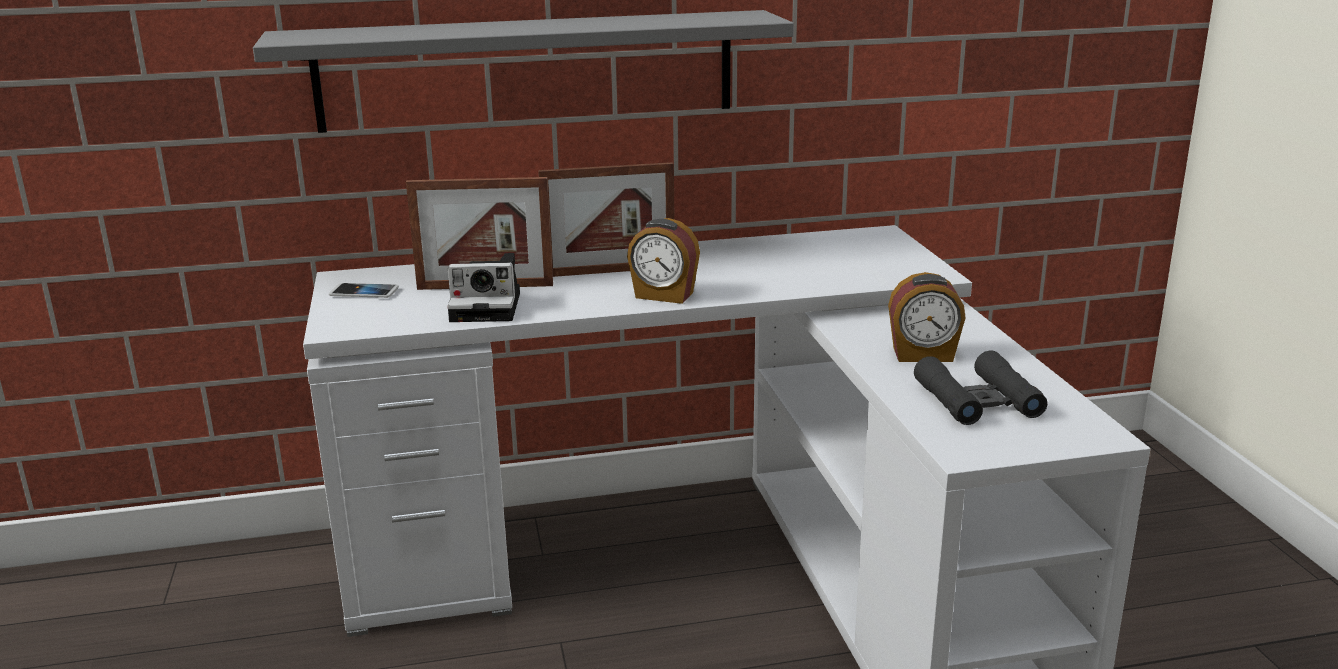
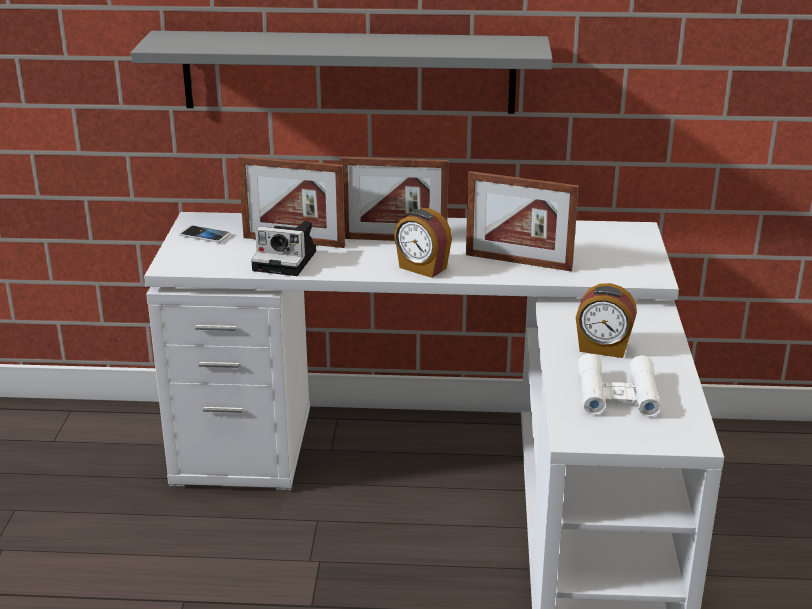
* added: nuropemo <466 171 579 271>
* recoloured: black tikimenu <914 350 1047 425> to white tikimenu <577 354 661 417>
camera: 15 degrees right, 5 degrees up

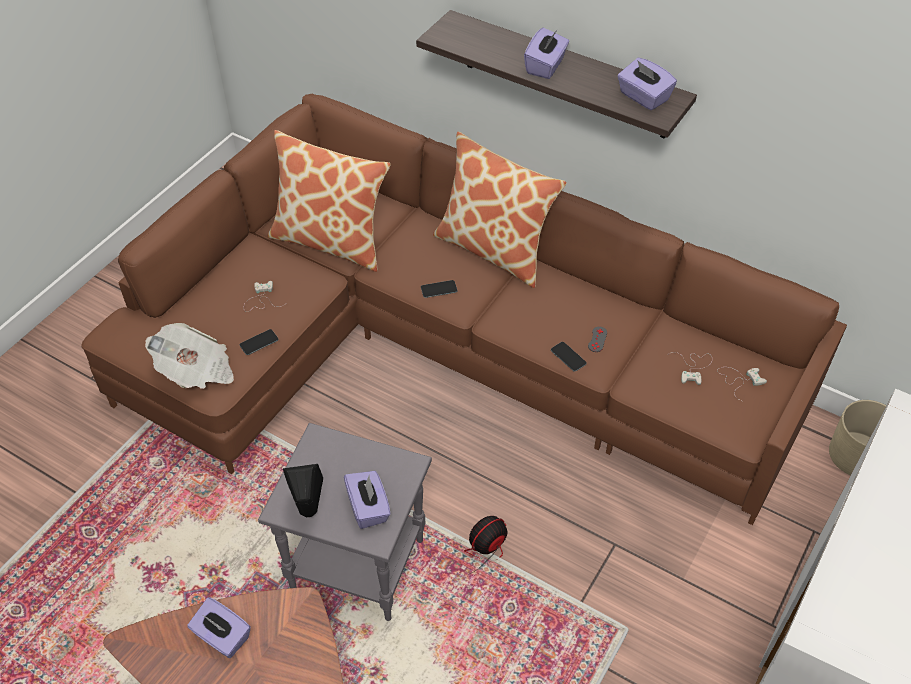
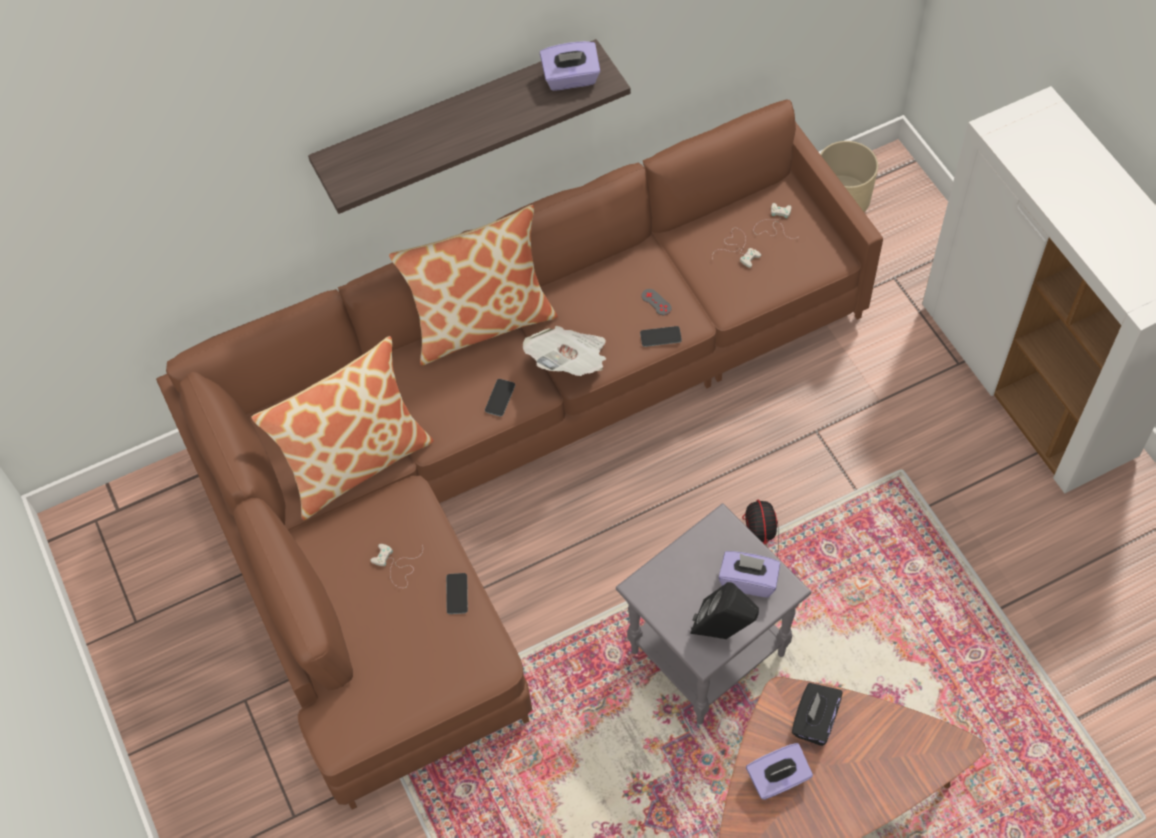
* removed: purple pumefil <524 27 569 79>
* added: black pumefil <792 683 843 746>
* moved: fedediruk <145 323 234 389> to <523 326 606 376>
camera: 55 degrees left, 10 degrees up

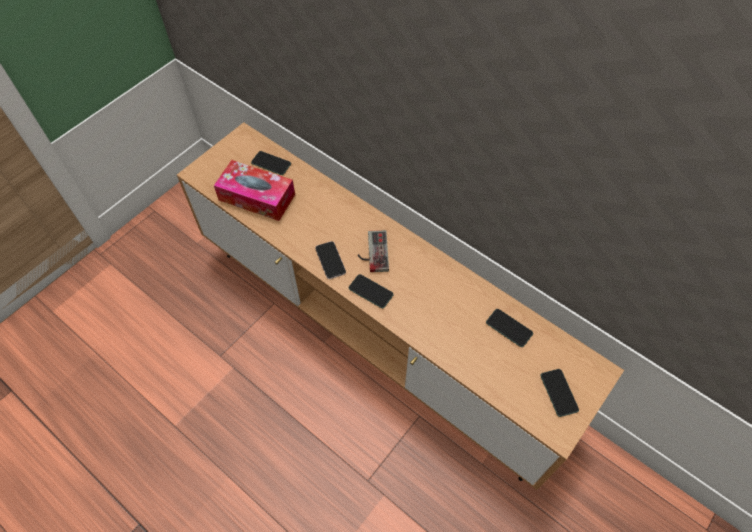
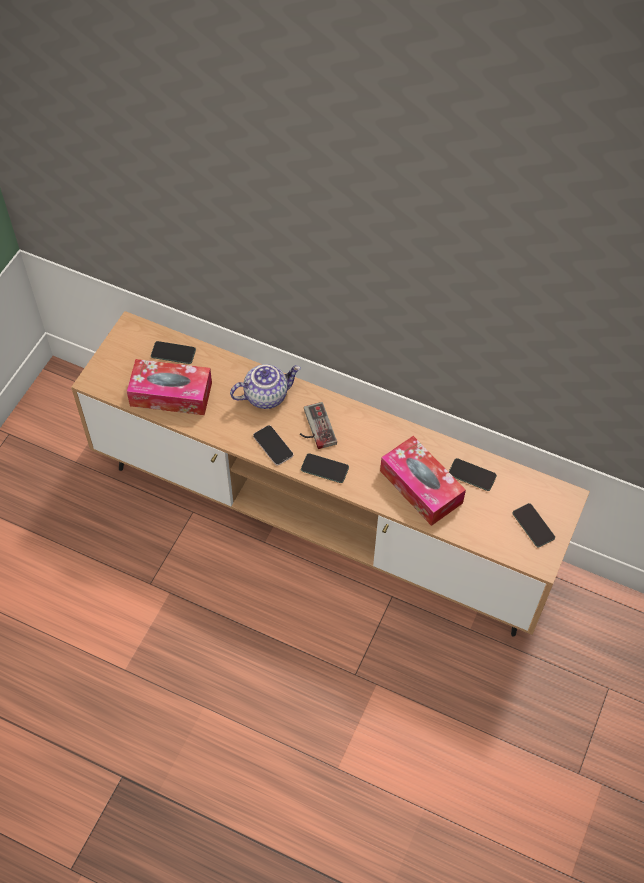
* added: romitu <230 364 301 409>
* added: pumefil <380 436 466 526>
camera: 15 degrees left, 0 degrees up

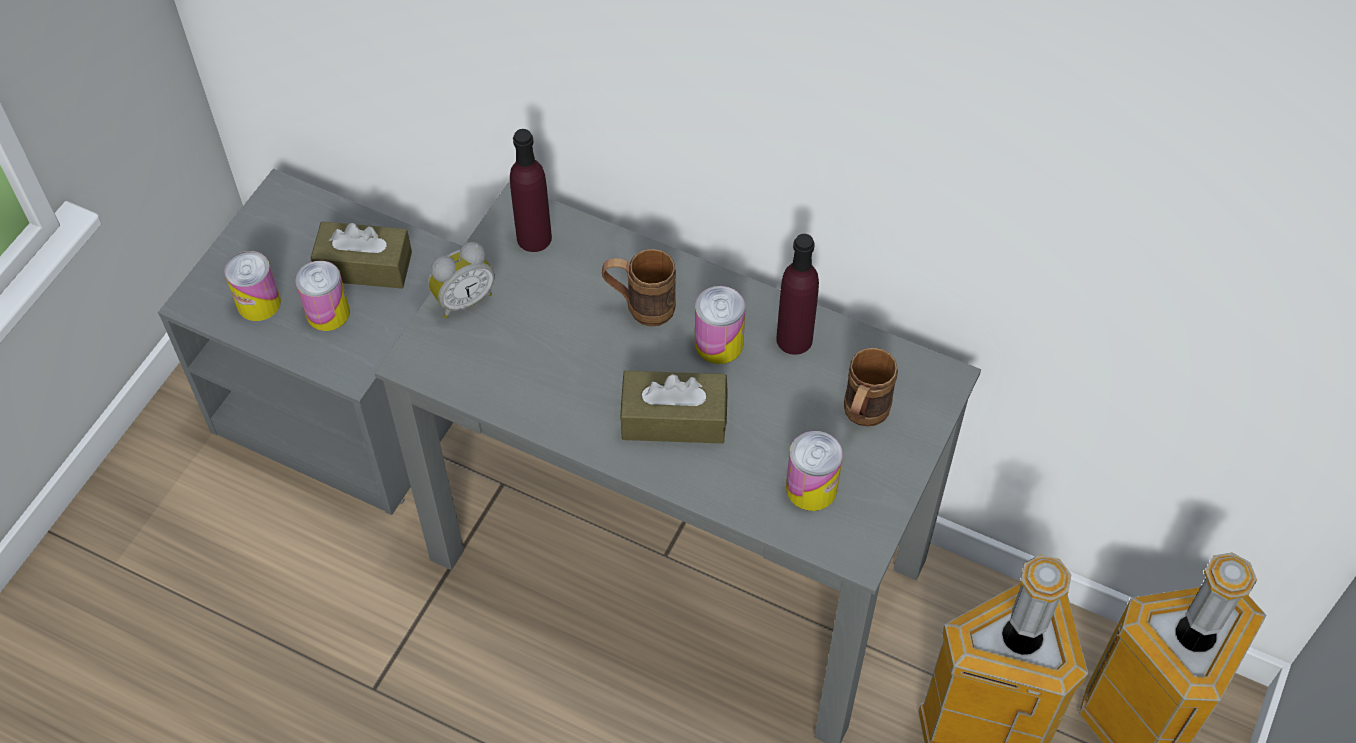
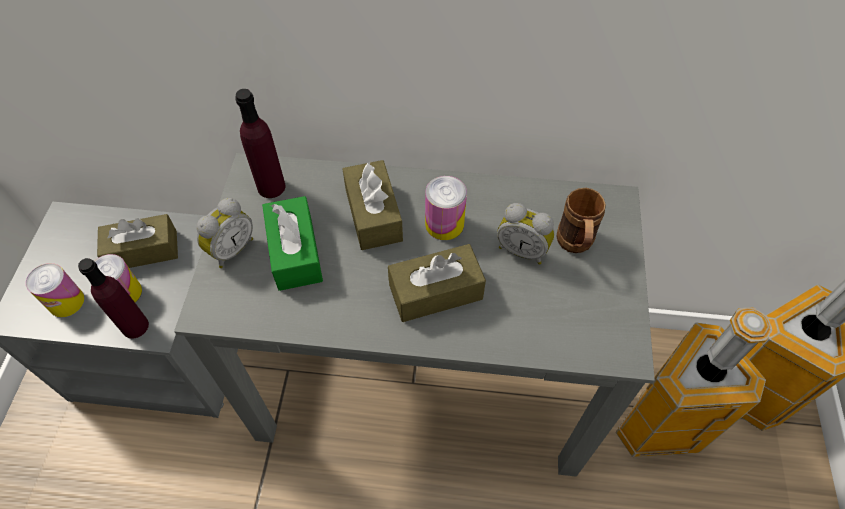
* removed: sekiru <786 431 843 511>
* added: green pumefil <262 196 323 291>
* added: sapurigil <497 203 555 265>
* moved: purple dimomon <776 234 819 355> to <78 258 149 338>
* replaced: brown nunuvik <602 249 676 327> to brown pumefil <343 160 403 250>
camera: 20 degrees left, 0 degrees up

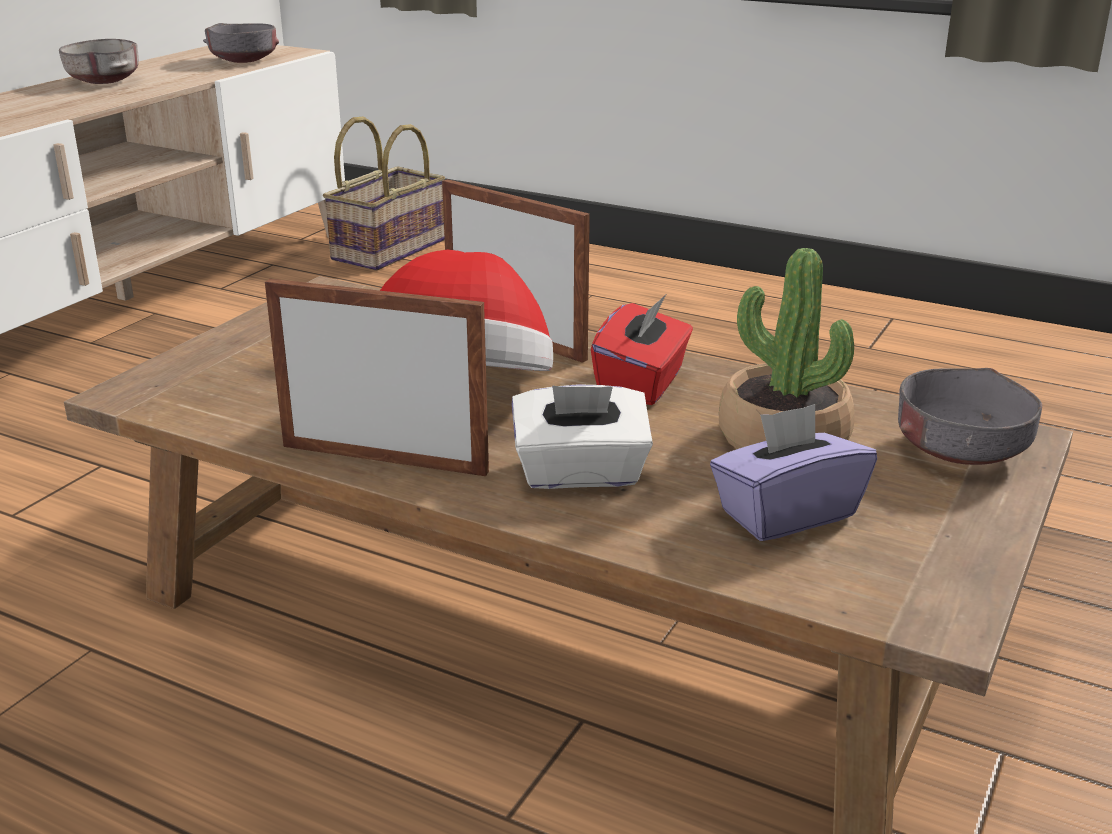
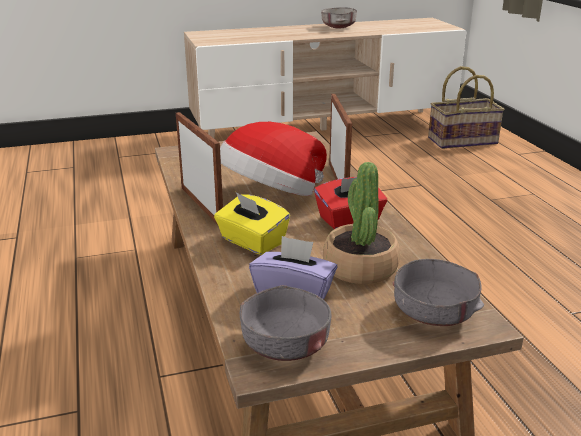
* moved: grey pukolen <203 23 279 63> to <240 285 331 361>
* recoloured: white pumefil <512 384 653 489> to yellow pumefil <214 192 290 255>
camera: 45 degrees right, 0 degrees up

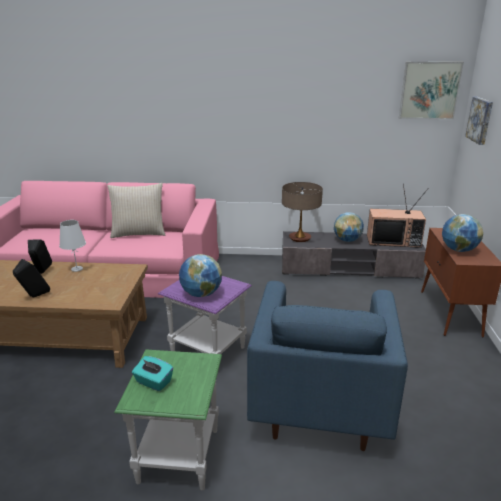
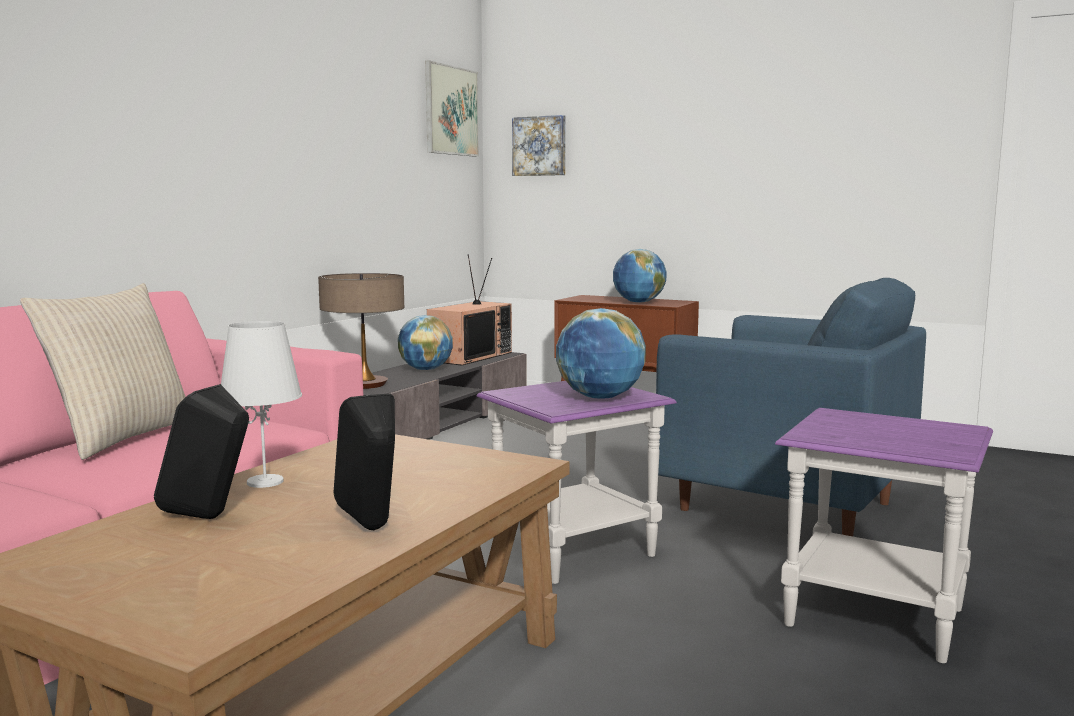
* removed: turquoise pumefil <132 356 173 391>
* recoloured: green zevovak <114 350 222 490> to purple zevovak <775 408 993 663>
camera: 65 degrees left, 15 degrees down

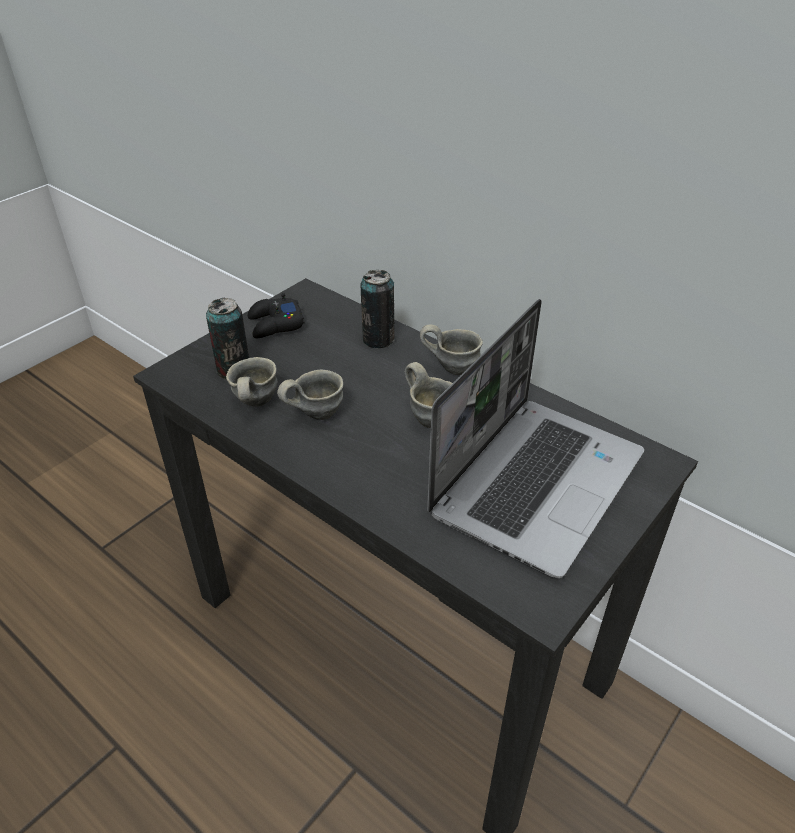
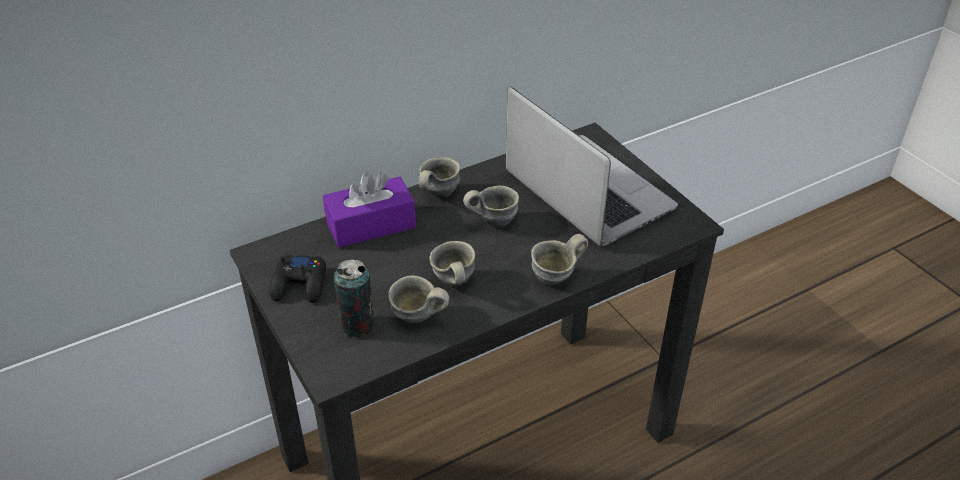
* added: grey nunuvik <531 234 588 285>
* replaced: sekiru <360 270 395 349> to purple pumefil <323 171 416 248>
camera: 70 degrees left, 0 degrees up

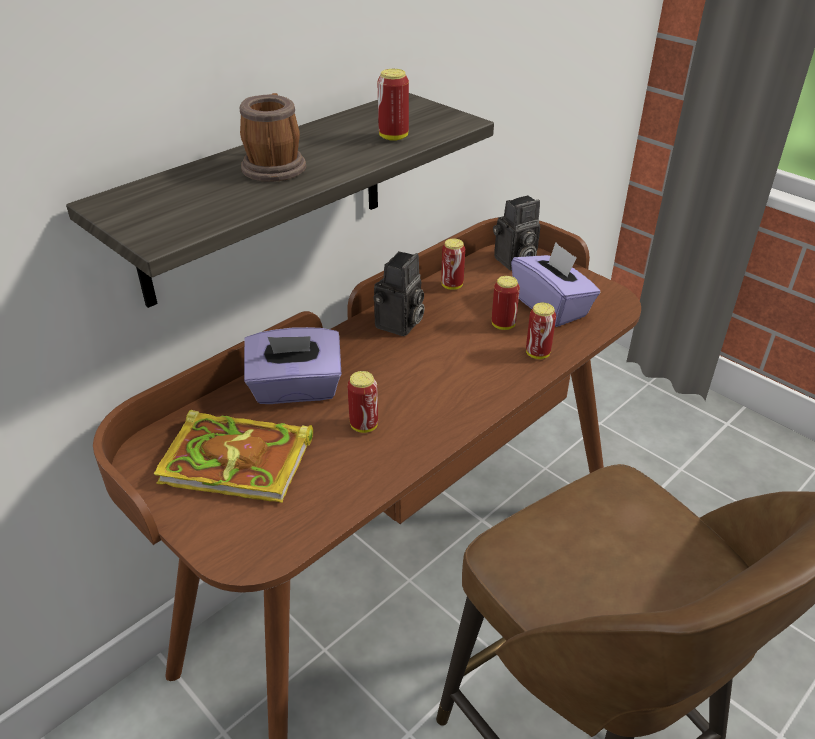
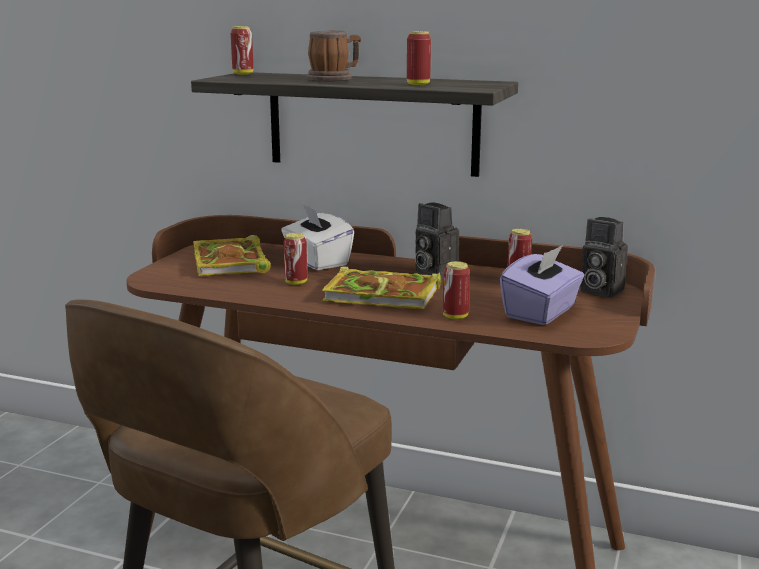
* added: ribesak <322 266 441 309>
* moved: sekiru <492 276 520 330> to <231 26 253 75>
* recoloured: purple pumefil <244 327 341 404> to white pumefil <281 204 354 270>
* turned: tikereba <373 251 425 336> = <415 202 459 278> 45 degrees clockwise
camera: 65 degrees right, 20 degrees down

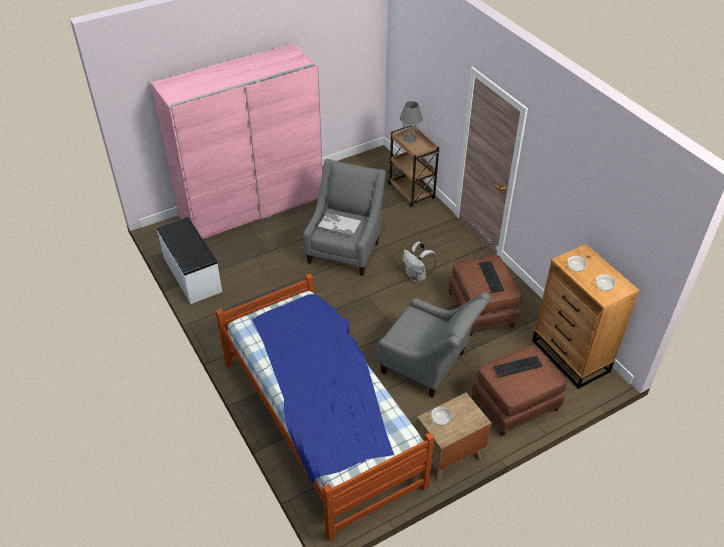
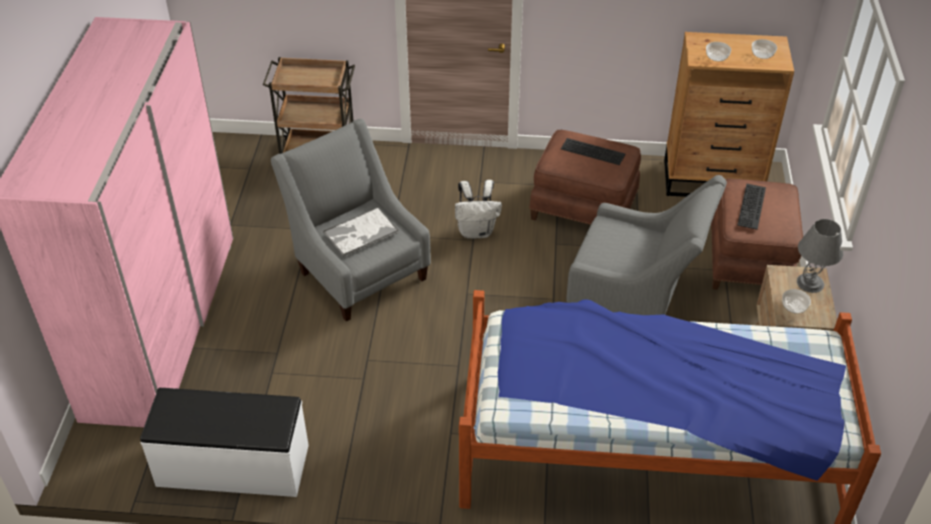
* moved: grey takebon <400 101 423 143> to <797 219 844 293>
* turned: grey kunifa <378 292 491 398> = <566 175 727 315> 45 degrees clockwise
camera: 55 degrees left, 0 degrees up

